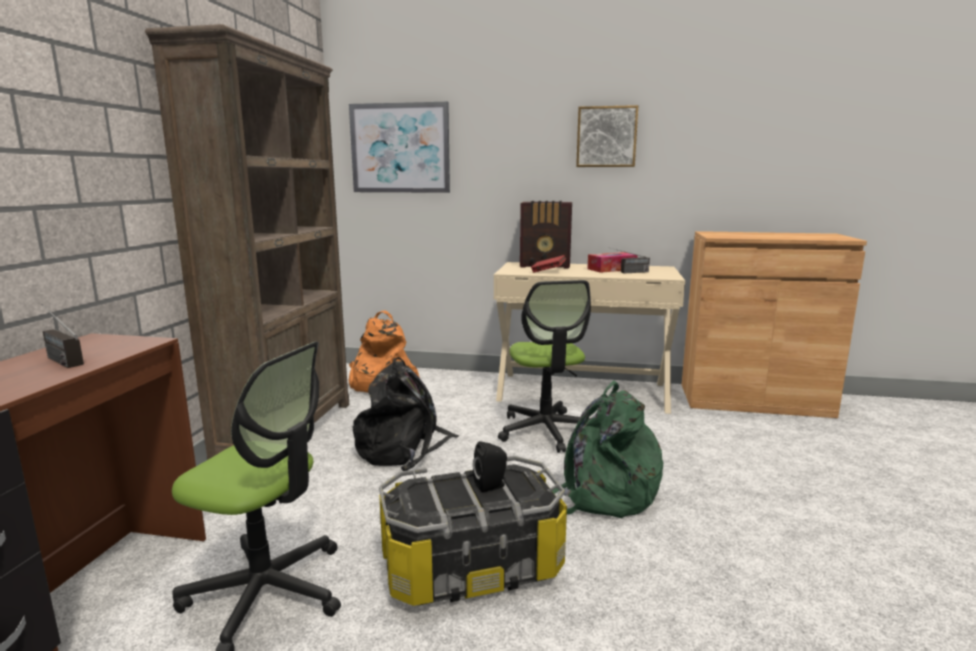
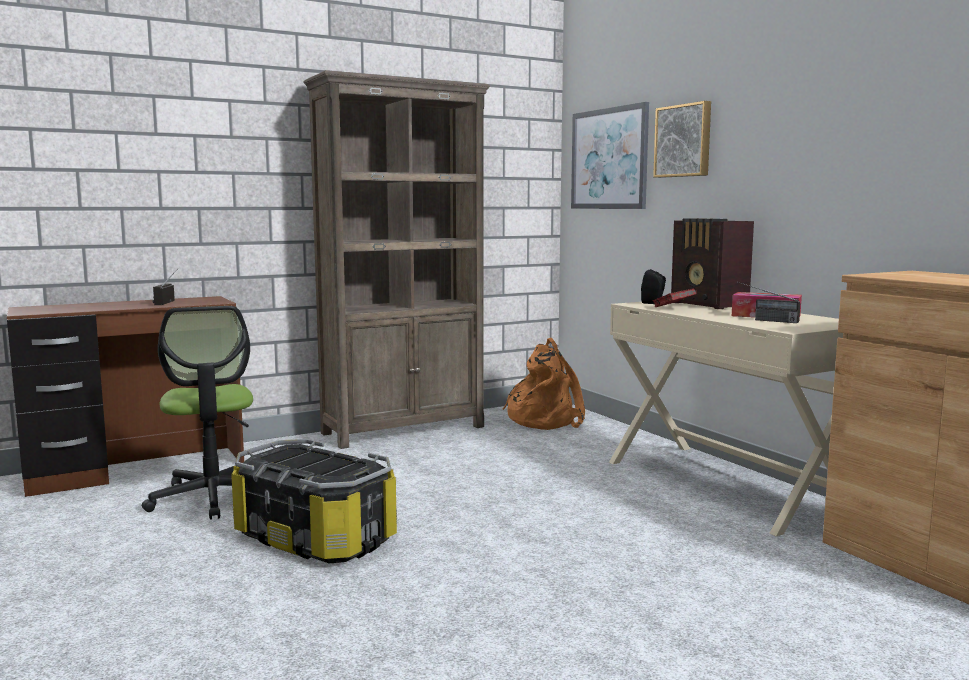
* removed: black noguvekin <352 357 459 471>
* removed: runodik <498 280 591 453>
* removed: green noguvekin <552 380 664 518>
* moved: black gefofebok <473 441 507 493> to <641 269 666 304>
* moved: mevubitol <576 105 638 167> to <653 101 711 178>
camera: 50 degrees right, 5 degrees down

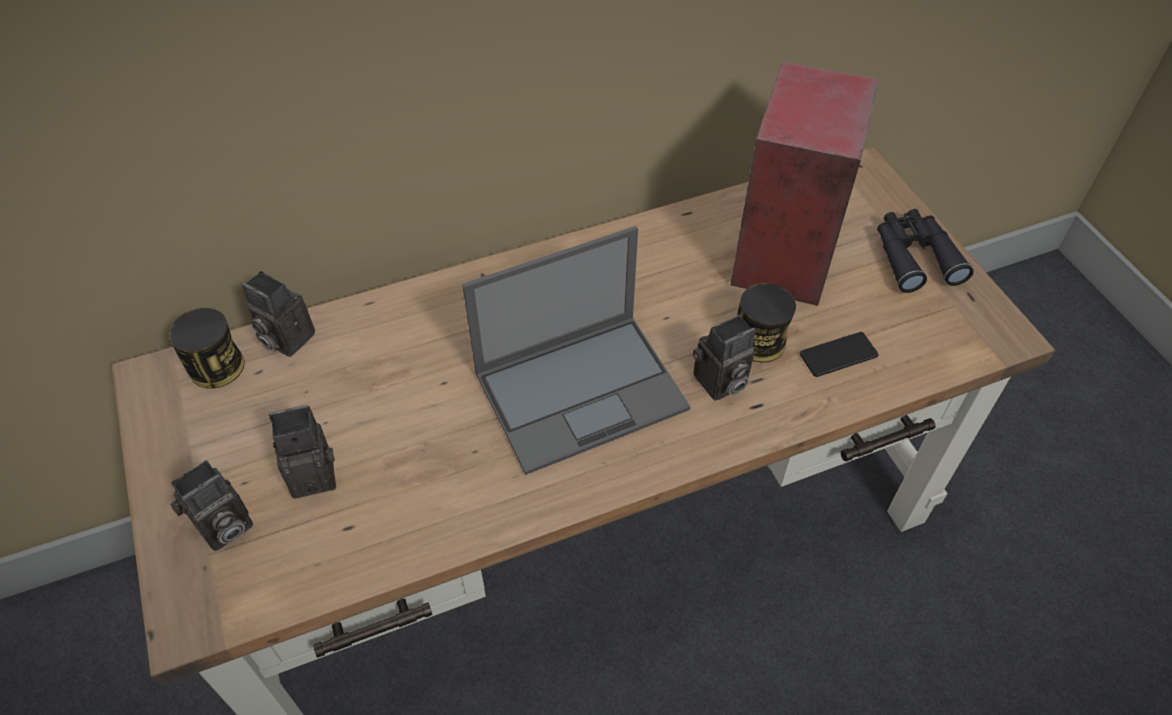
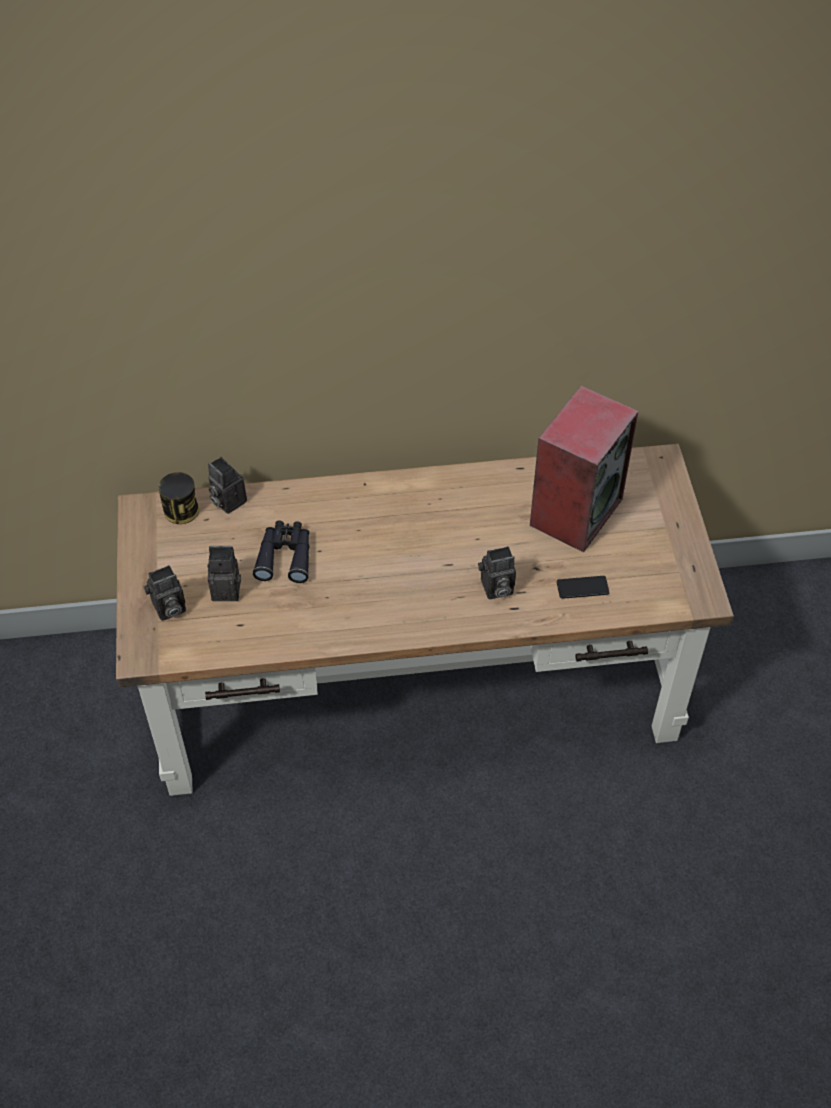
* removed: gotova <462 226 690 475>
* removed: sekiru <737 283 796 362>
* moved: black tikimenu <877 209 974 293> to <253 521 310 583>
camera: 15 degrees right, 0 degrees up

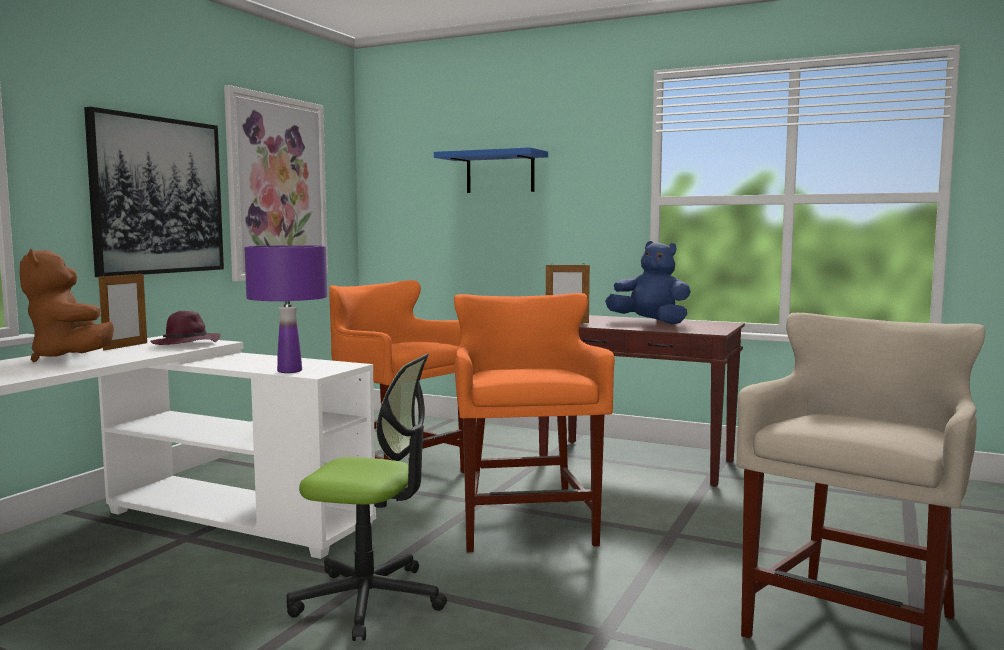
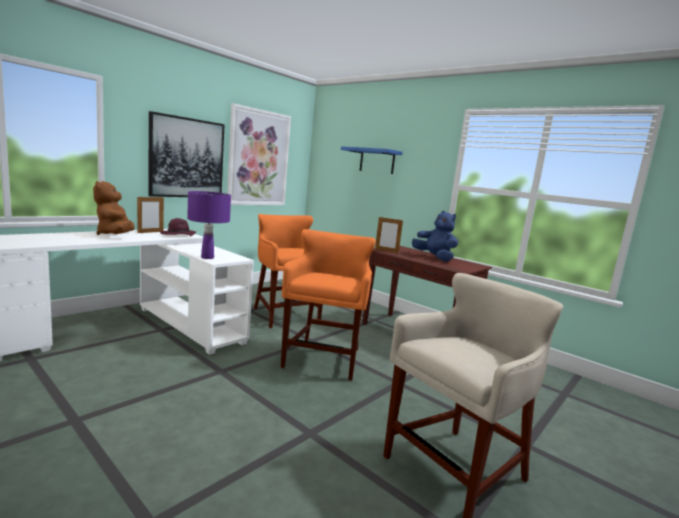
* removed: runodik <287 354 447 641>
camera: 15 degrees right, 5 degrees up

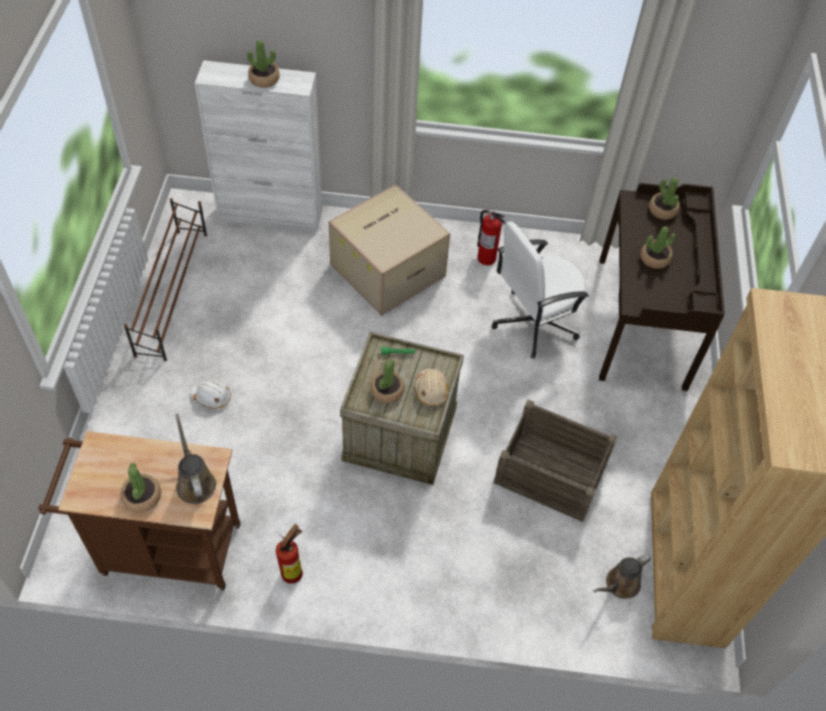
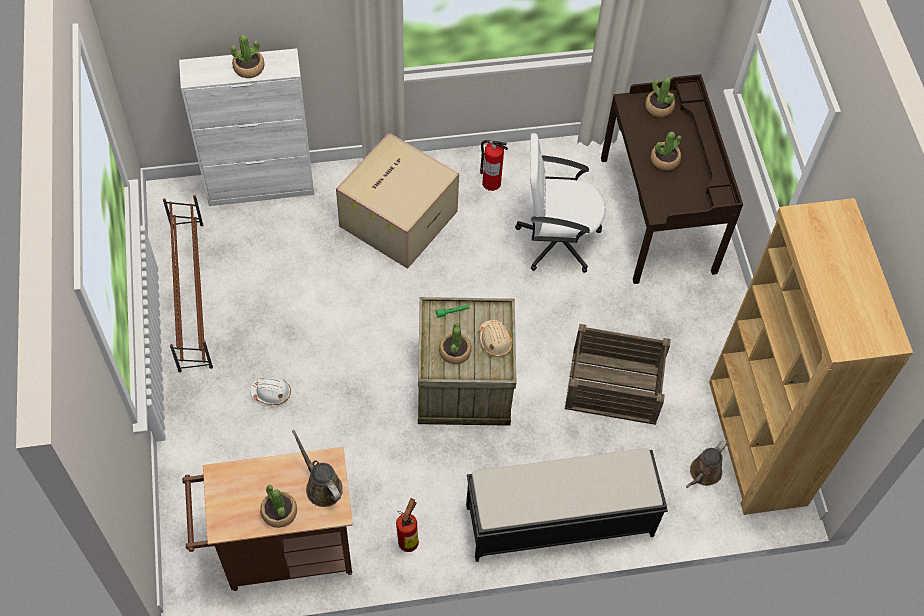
* added: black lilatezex <466 448 668 562>
* turned: white runodik <492 222 589 359> = <515 133 606 273> 45 degrees clockwise
camera: 15 degrees left, 5 degrees up

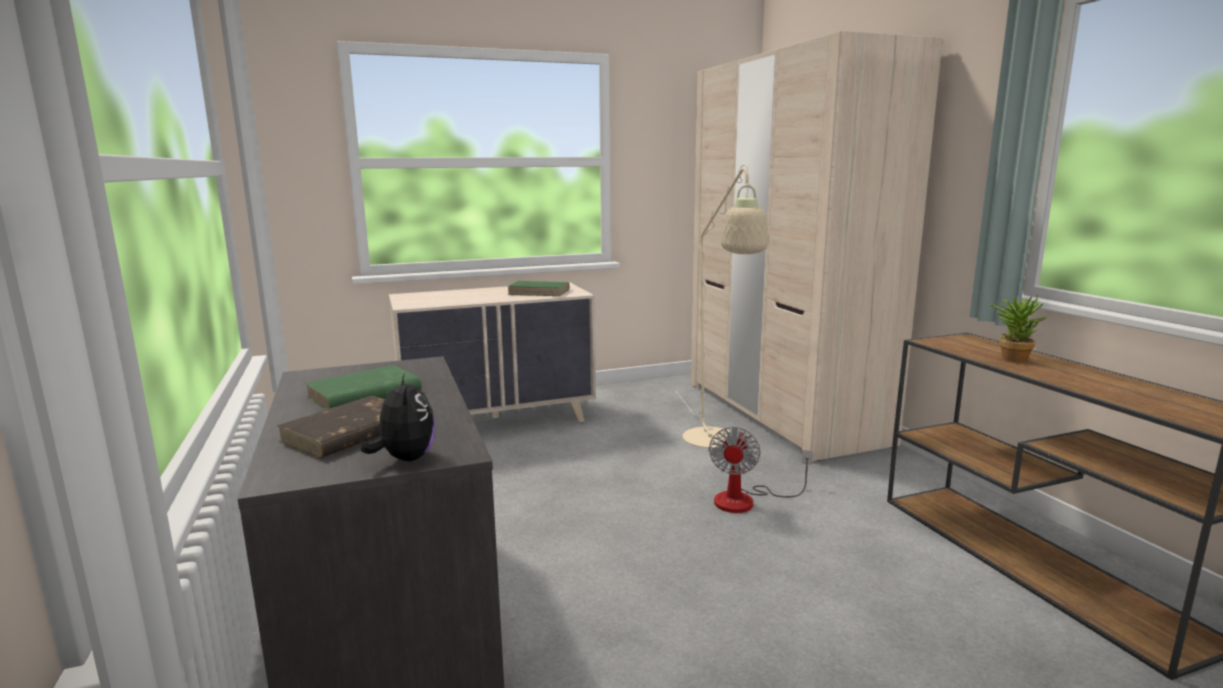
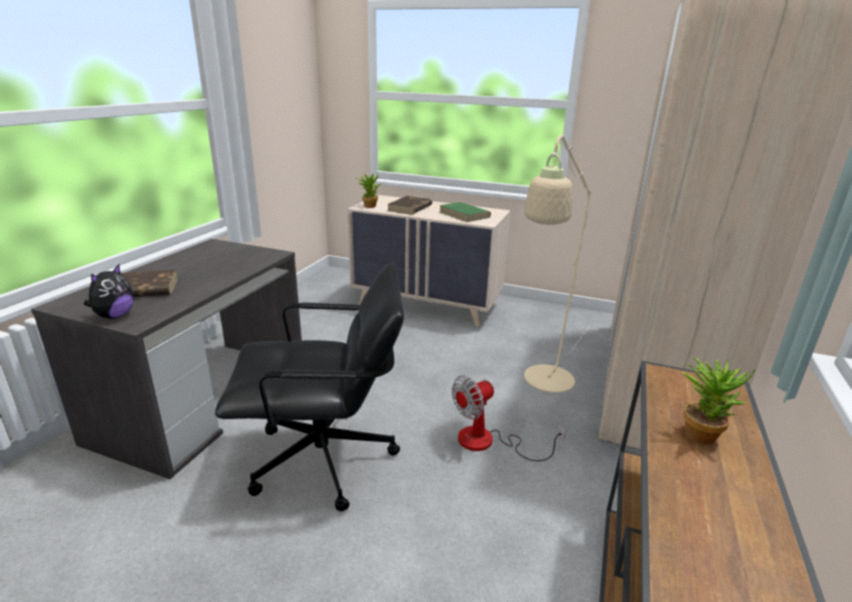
* removed: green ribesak <305 365 422 410>
* added: black runodik <215 262 404 511>
* added: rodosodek <356 172 382 208>
* added: brown ribesak <387 196 432 215>
camera: 40 degrees right, 10 degrees up

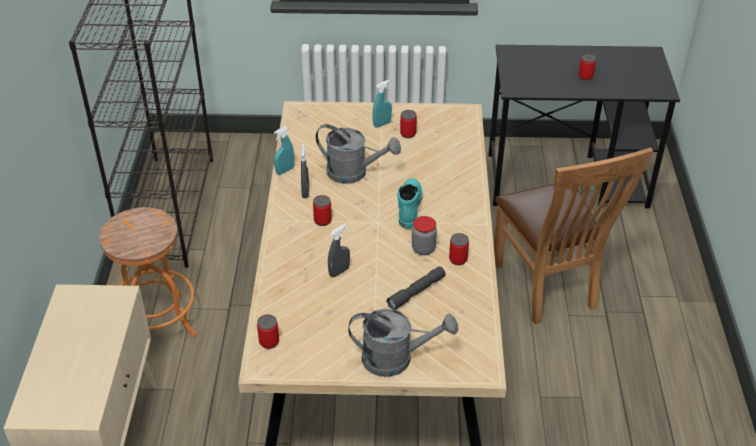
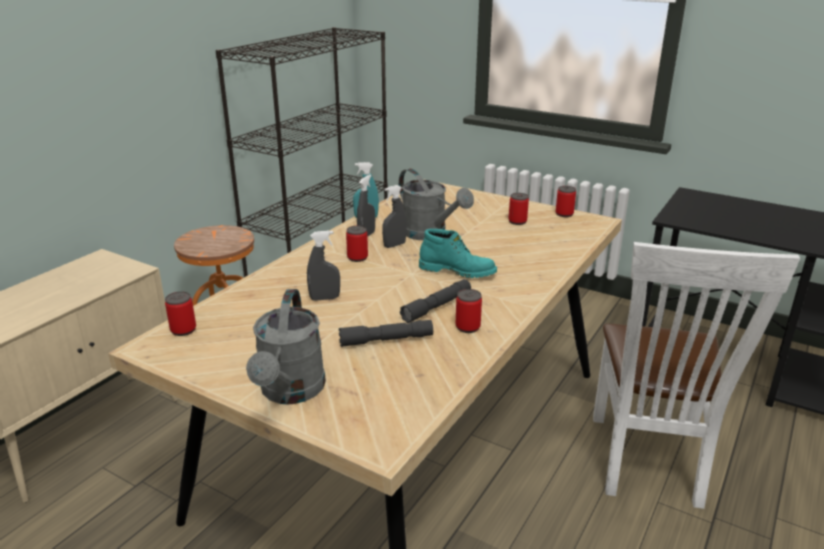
* removed: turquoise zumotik <373 80 392 128>
* added: grey zumotik <382 185 407 248>
* moved: sekiru <578 54 596 80> to <555 186 576 217>
* replaced: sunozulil <412 216 437 255> to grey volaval <400 279 471 323>
* recoloured: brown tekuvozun <494 147 653 324> to white tekuvozun <593 242 800 509>
* turned: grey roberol <348 309 458 377> = <246 289 326 404> 60 degrees clockwise
* turned: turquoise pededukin <397 178 423 229> = <419 229 497 278> 75 degrees clockwise
camera: 30 degrees right, 15 degrees down

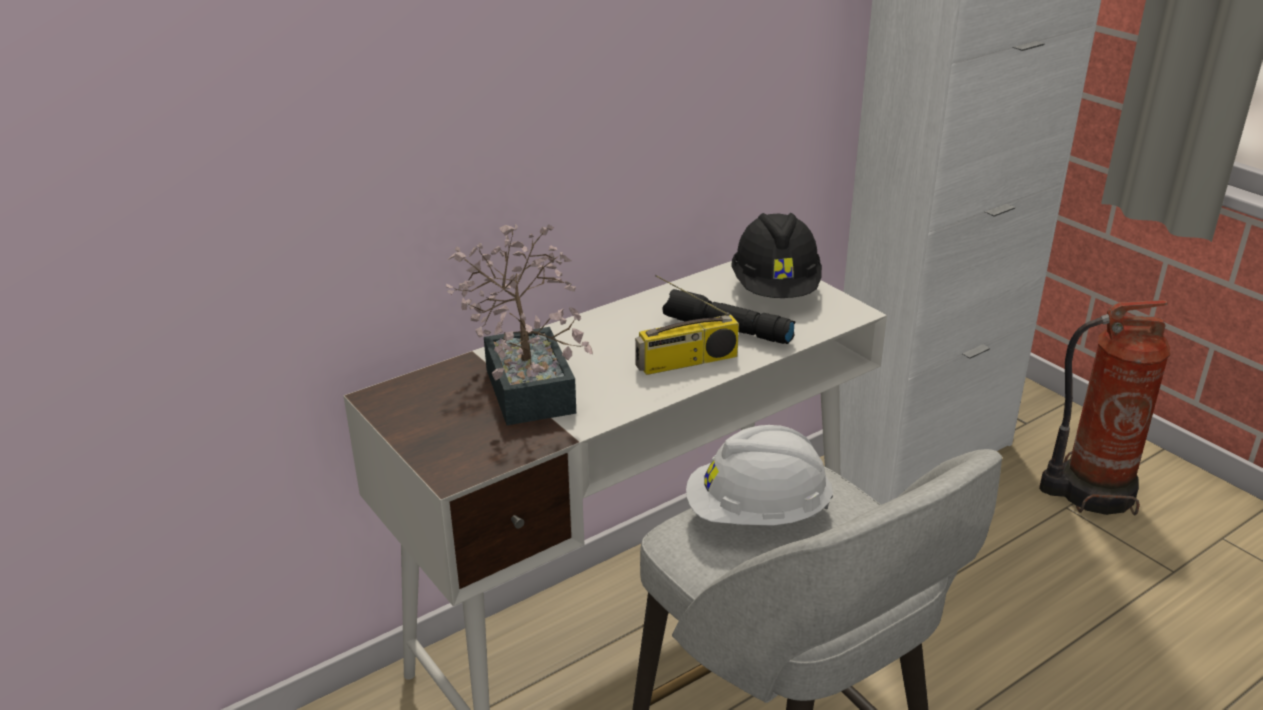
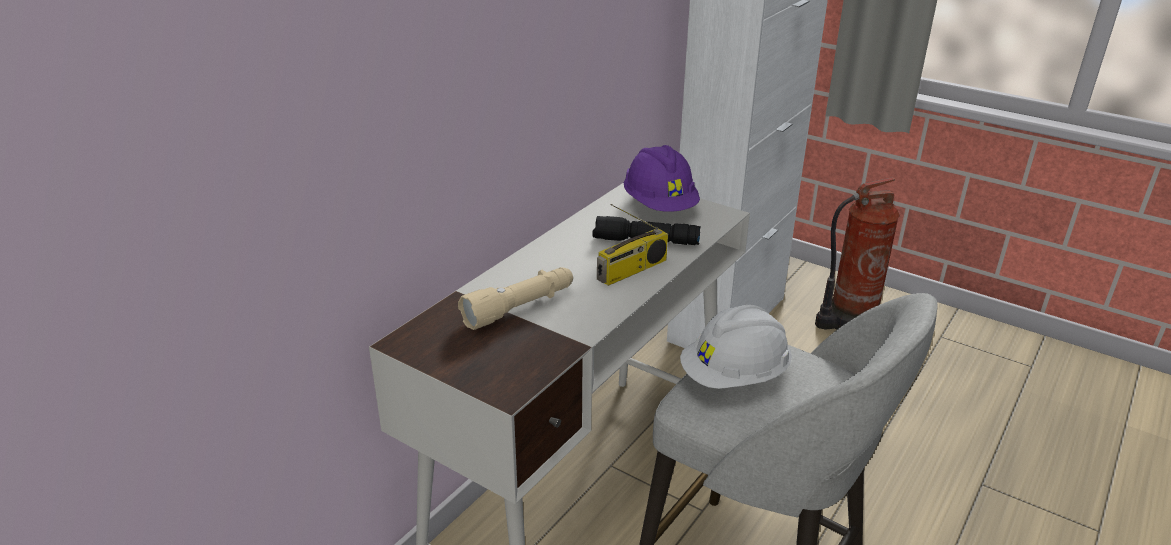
* replaced: rodosodek <446 224 593 425> to beige volaval <458 267 573 330>
* recoloured: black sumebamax <731 213 822 298> to purple sumebamax <624 145 700 212>
camera: 20 degrees left, 0 degrees up

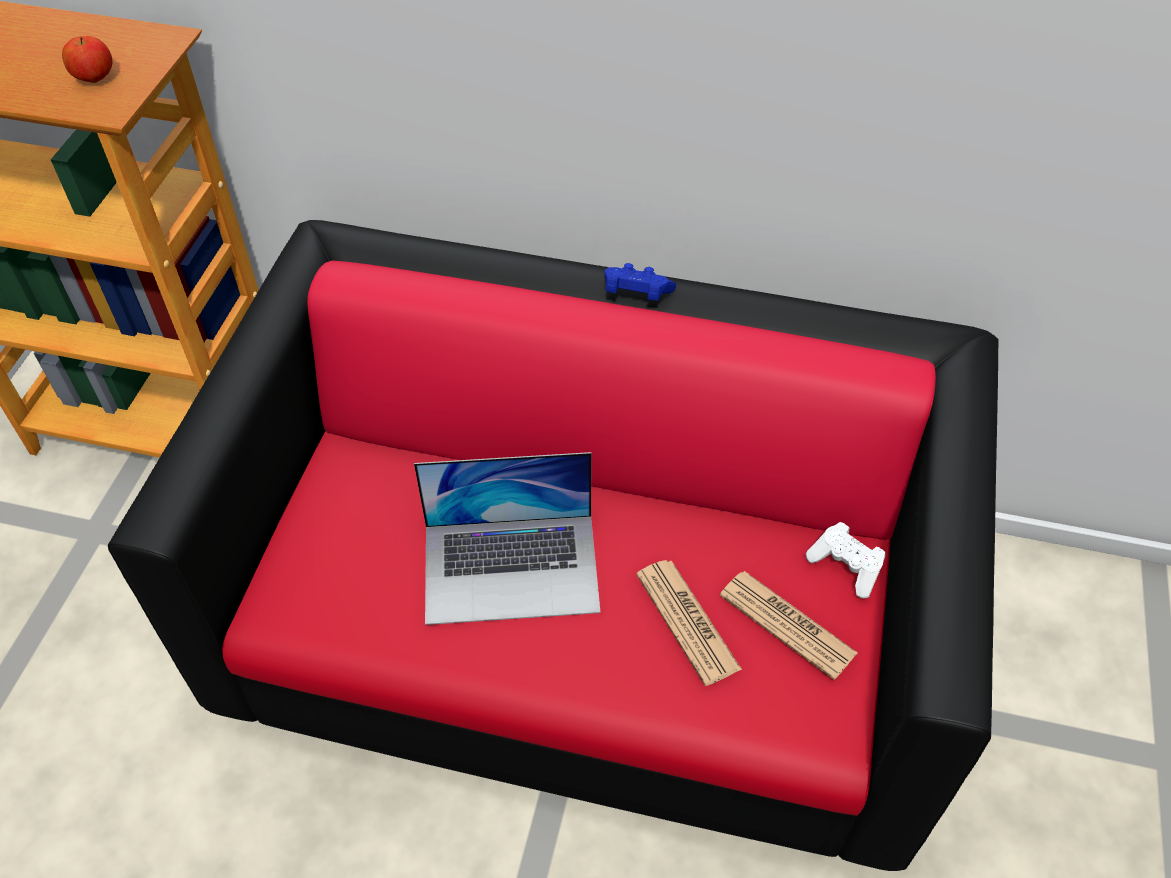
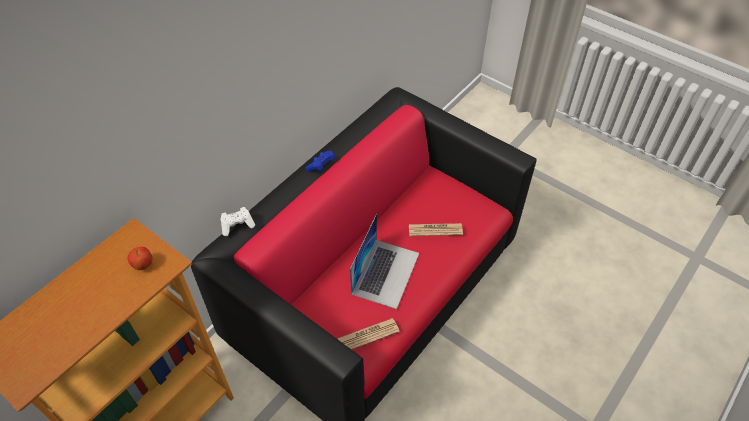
* moved: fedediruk <720 571 858 680> to <338 318 400 350>
* moved: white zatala <806 522 885 598> to <220 207 255 236>
camera: 65 degrees left, 0 degrees up

